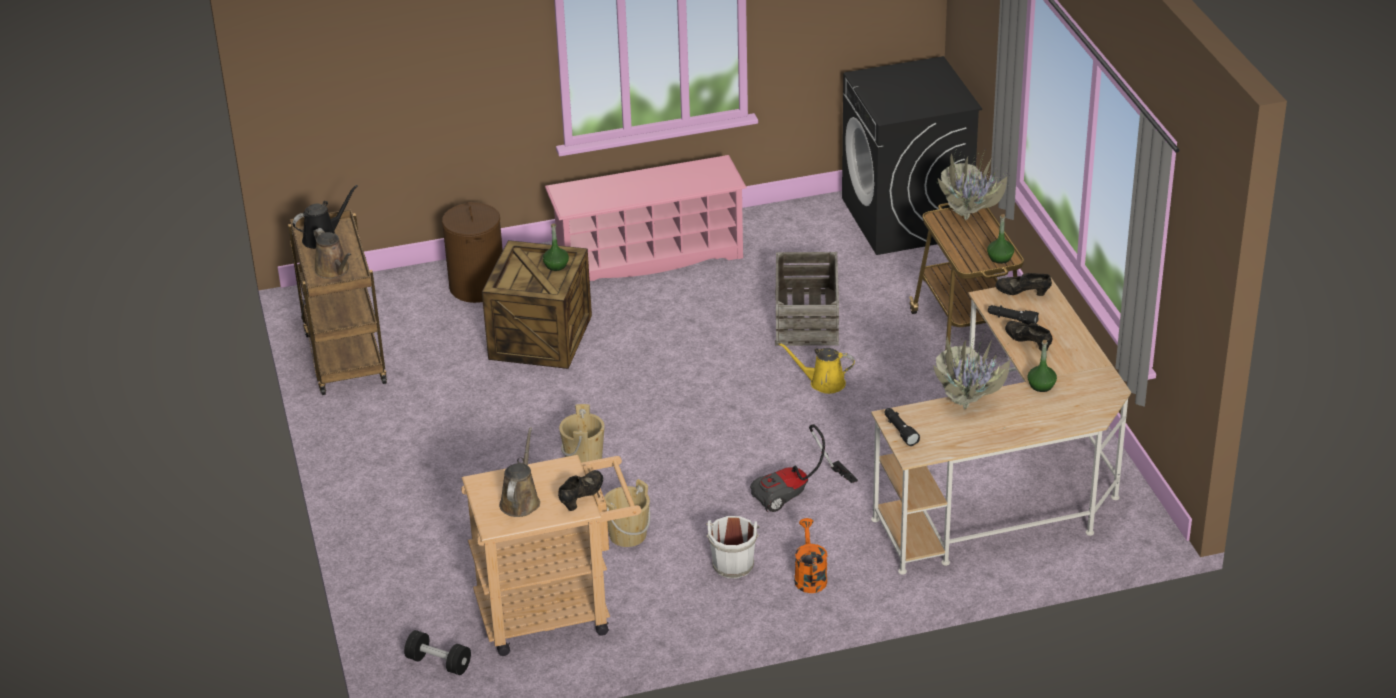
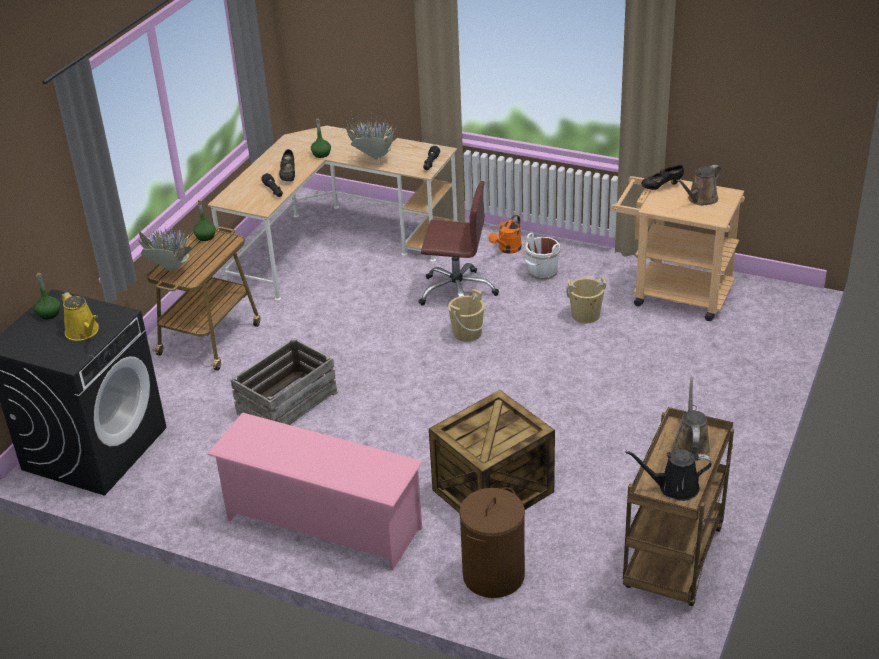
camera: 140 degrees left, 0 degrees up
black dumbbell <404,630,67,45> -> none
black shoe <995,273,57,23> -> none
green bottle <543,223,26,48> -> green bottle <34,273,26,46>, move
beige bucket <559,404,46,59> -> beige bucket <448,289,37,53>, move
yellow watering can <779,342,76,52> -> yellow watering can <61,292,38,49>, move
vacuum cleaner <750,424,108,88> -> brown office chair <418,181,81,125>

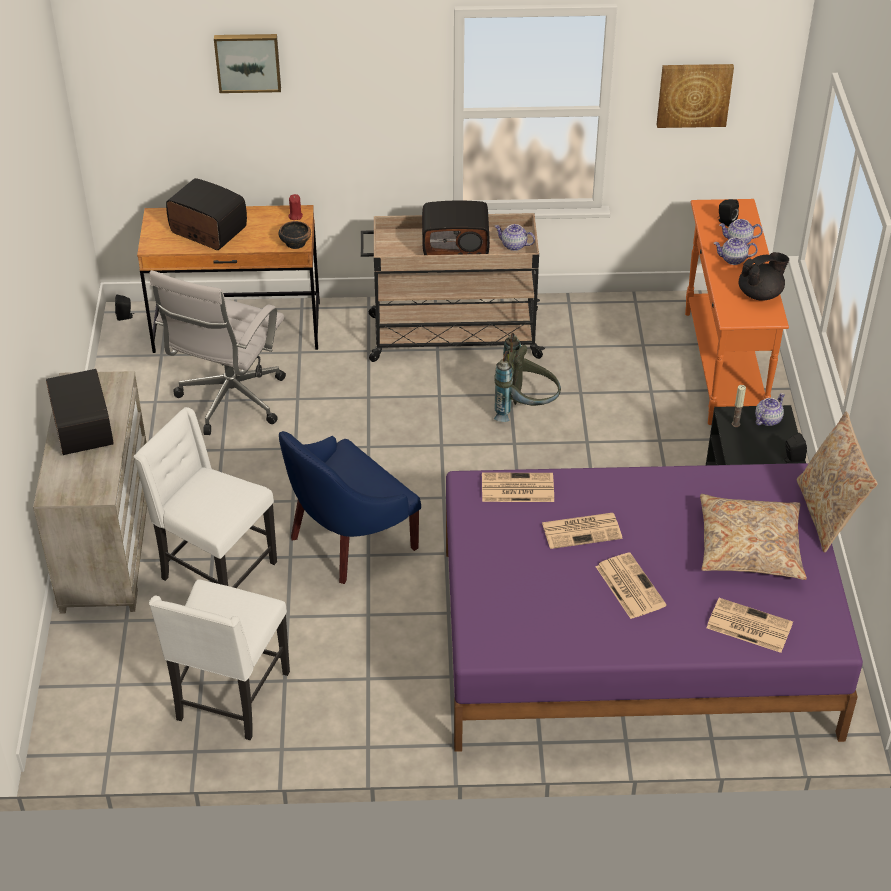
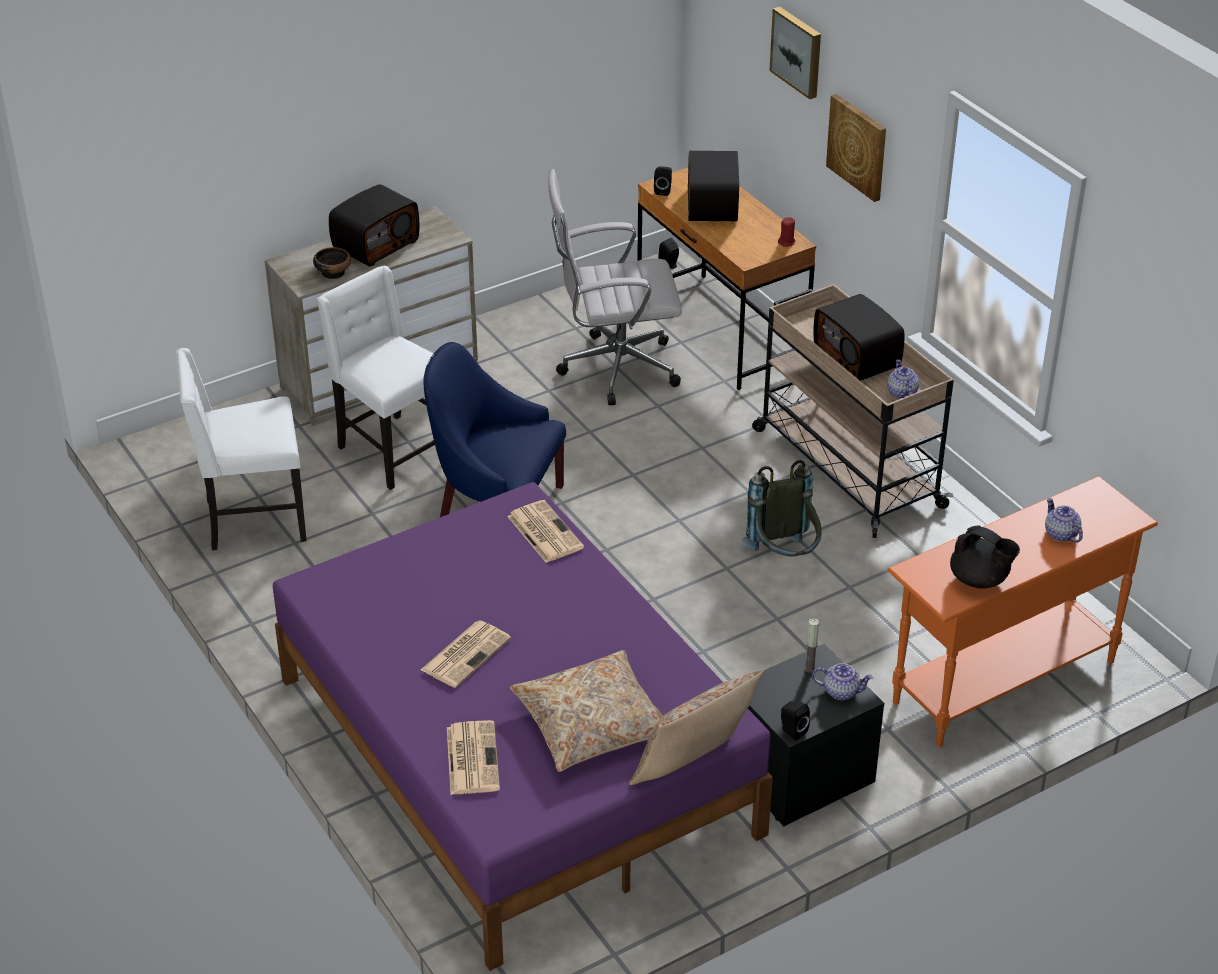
camera: 60 degrees right, 5 degrees down
newspaper <542,513,80,36> -> none
teapot <714,237,44,28> -> none
bowl <279,221,32,28> -> bowl <313,247,38,32>, move
picture <657,64,77,64> -> picture <826,94,60,108>, move
black speaker <717,199,22,28> -> black speaker <654,166,18,30>, move
white chair <134,407,143,181> -> white chair <317,266,118,224>, 45 degrees counterclockwise

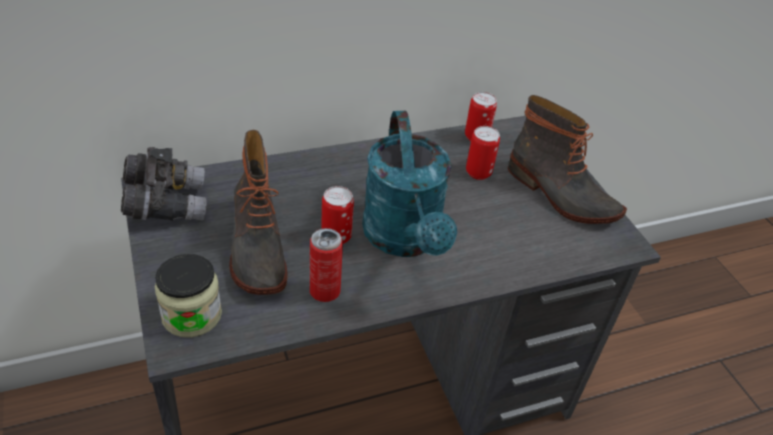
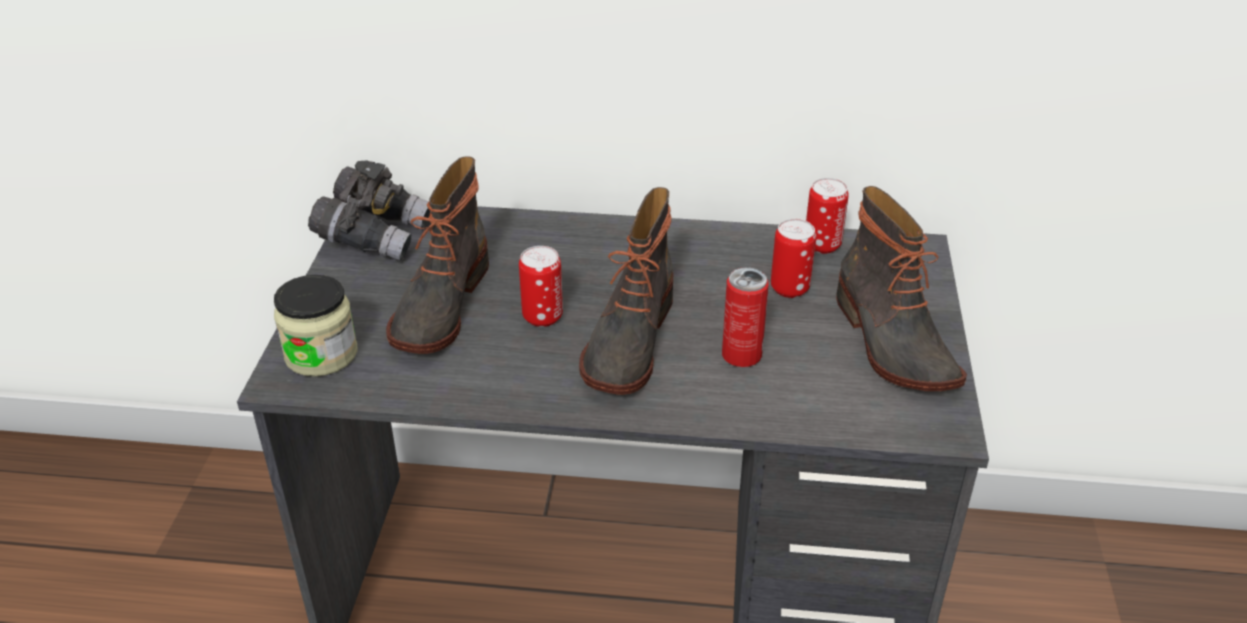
camera: 30 degrees right, 5 degrees down
can <310,228,33,74> -> can <722,267,47,100>, move
turquoise watering can <362,111,95,146> -> boot <579,187,94,208>

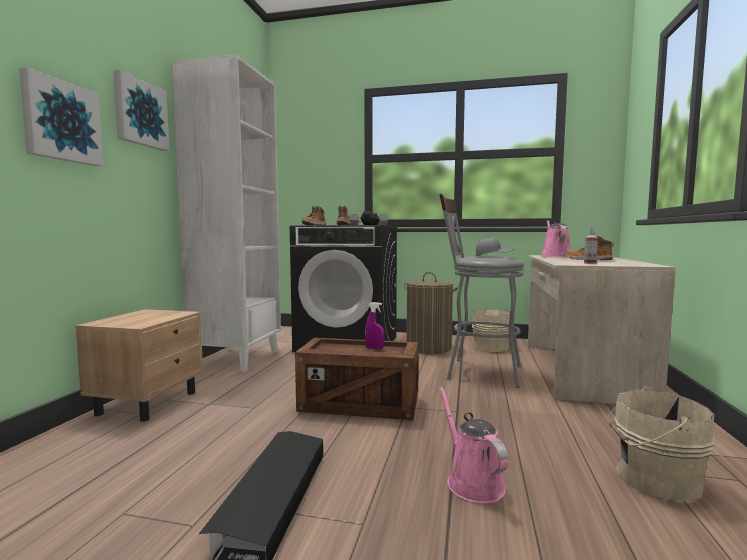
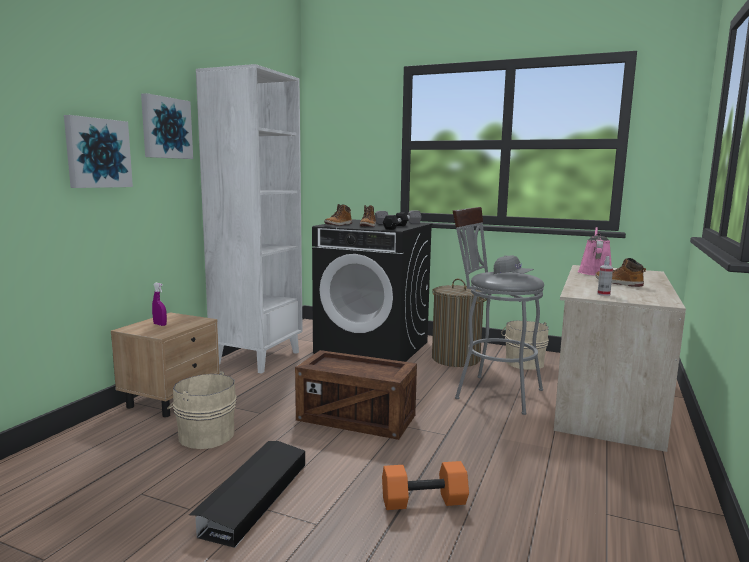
camera: 10 degrees right, 5 degrees up
purple spray bottle <365,302,20,48> -> purple spray bottle <152,283,15,43>, move
beige bucket <607,386,108,115> -> beige bucket <167,371,70,78>, move
pink watering can <439,386,70,118> -> orange dumbbell <382,461,87,49>

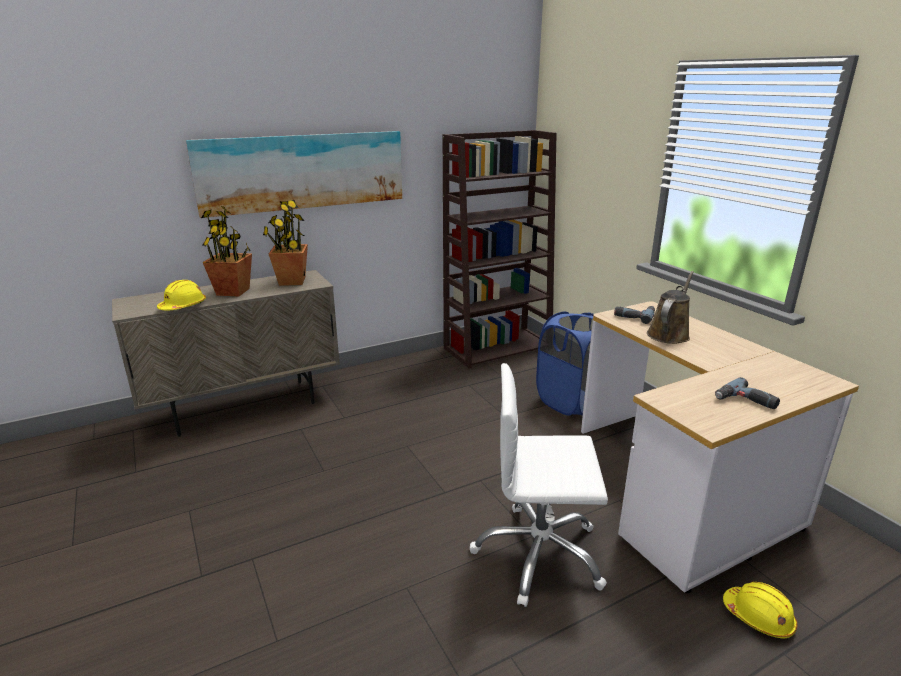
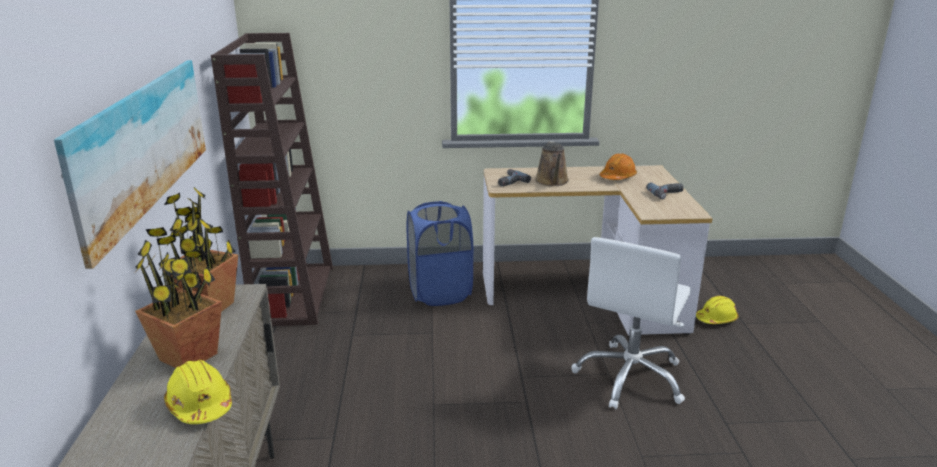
camera: 65 degrees left, 0 degrees up
none -> orange hard hat <600,154,37,26>
brown watering can <647,271,47,73> -> brown watering can <535,141,34,45>, 150 degrees counterclockwise

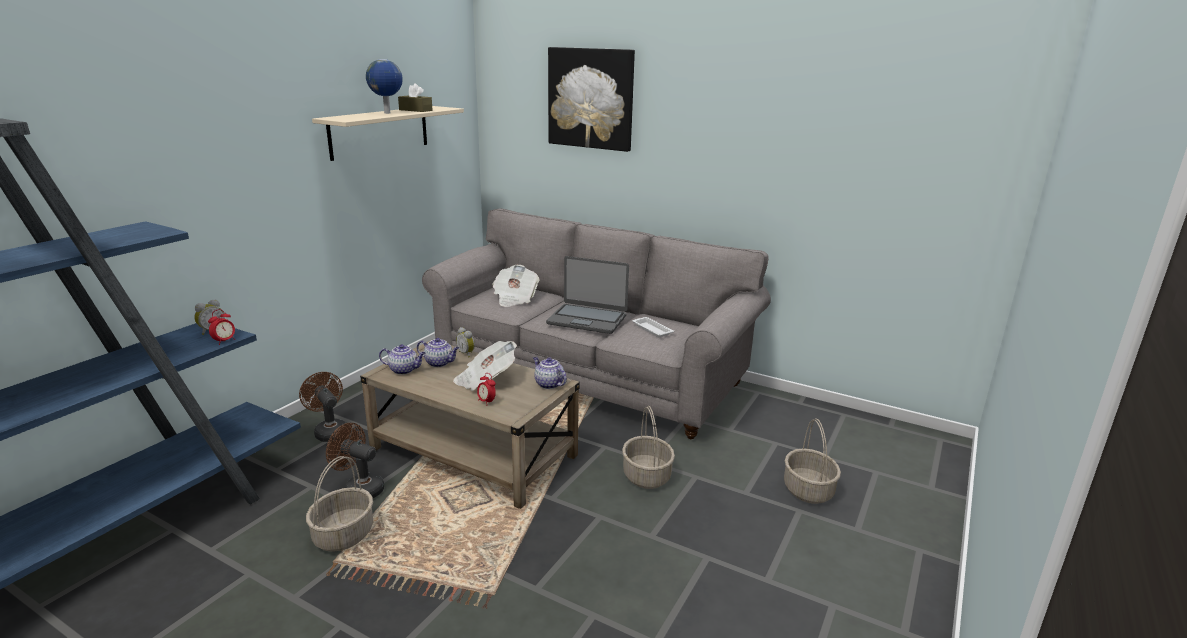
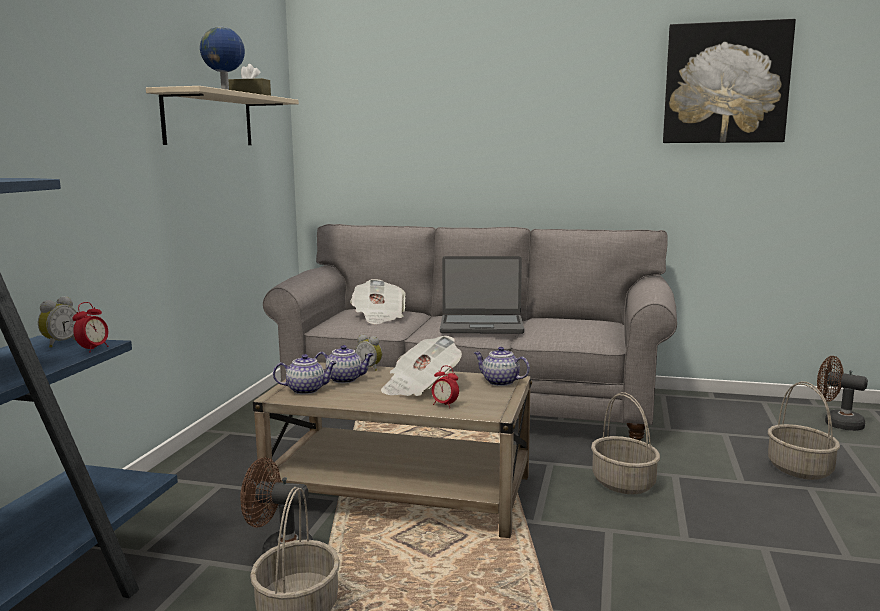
camera: 15 degrees left, 10 degrees down
white tray <632,317,42,20> -> none
brown fan <299,372,47,70> -> brown fan <817,356,51,75>, move
picture <548,47,87,105> -> picture <663,19,133,124>, move

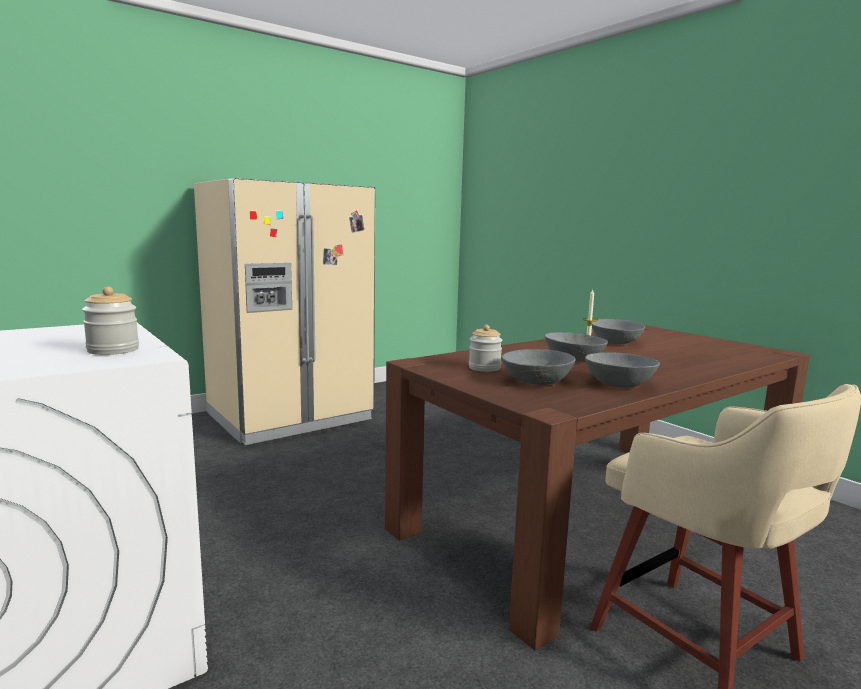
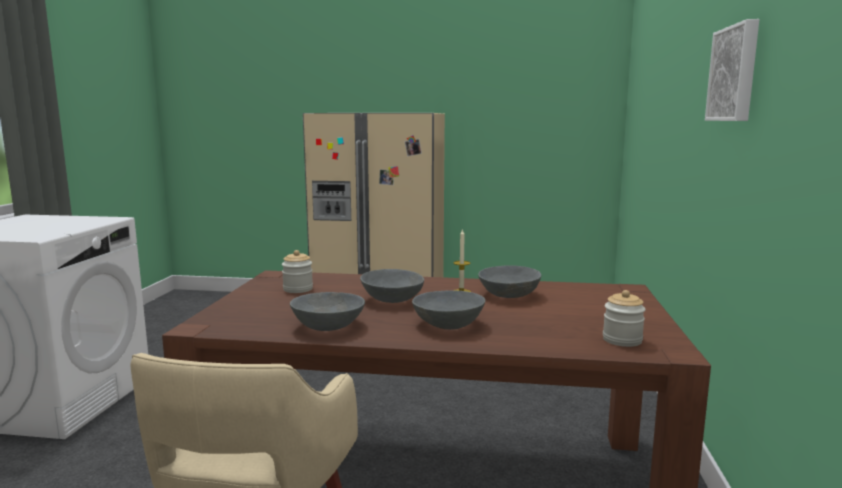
camera: 45 degrees right, 0 degrees up
none -> picture <705,19,54,102>
jar <82,287,57,68> -> jar <603,290,43,57>, move
grey bowl <502,349,74,36> -> grey bowl <412,290,74,40>, move

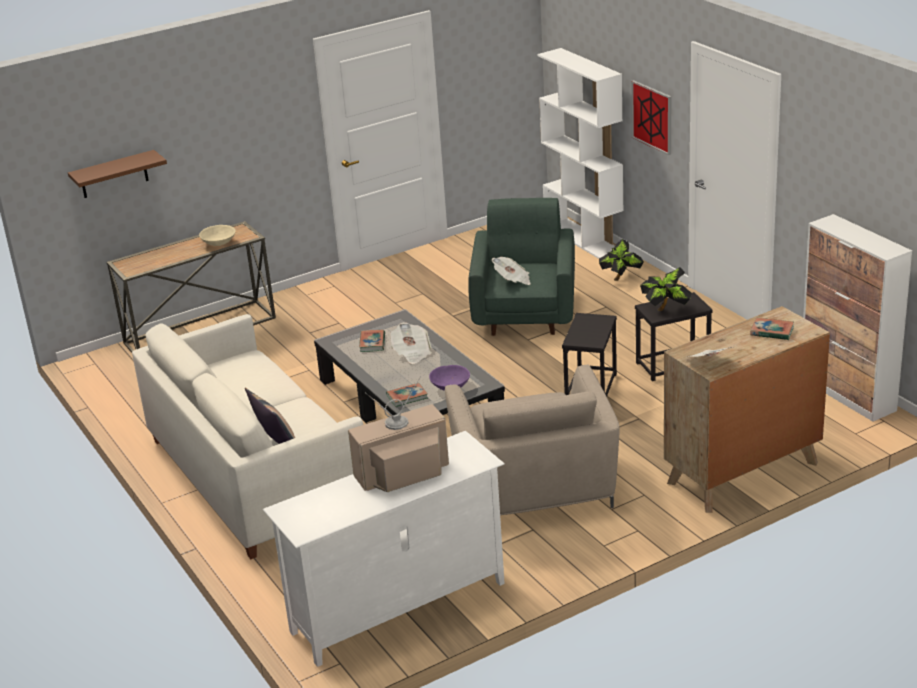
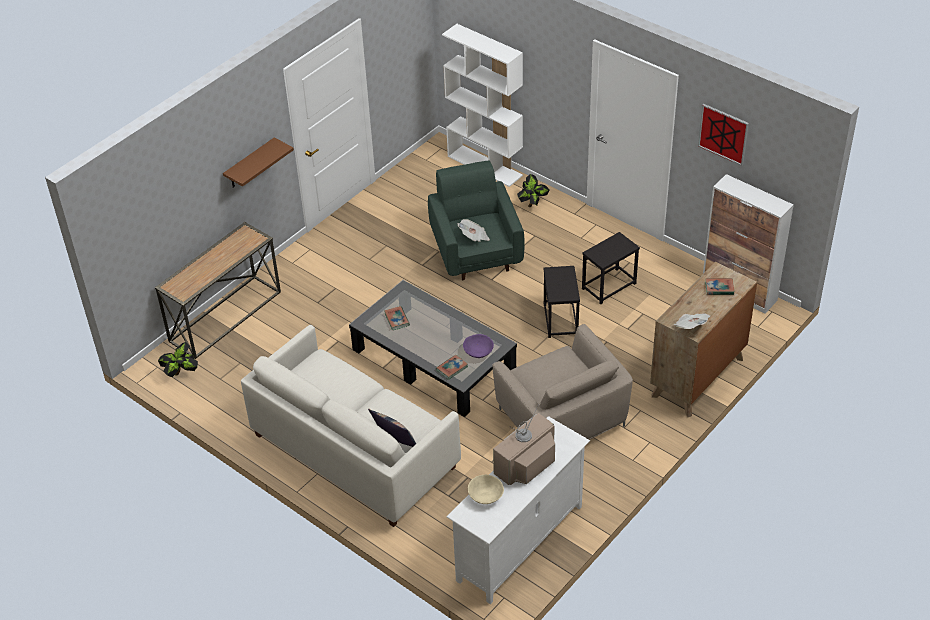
camera: 20 degrees left, 15 degrees up
newspaper <390,322,42,42> -> none
brown shelf <68,150,99,48> -> brown shelf <223,137,71,51>, move
beige bowl <199,225,36,21> -> beige bowl <468,475,36,29>, move
picture <631,80,40,75> -> picture <698,104,51,62>, move
potted plant <640,267,51,44> -> potted plant <158,342,40,35>, move

